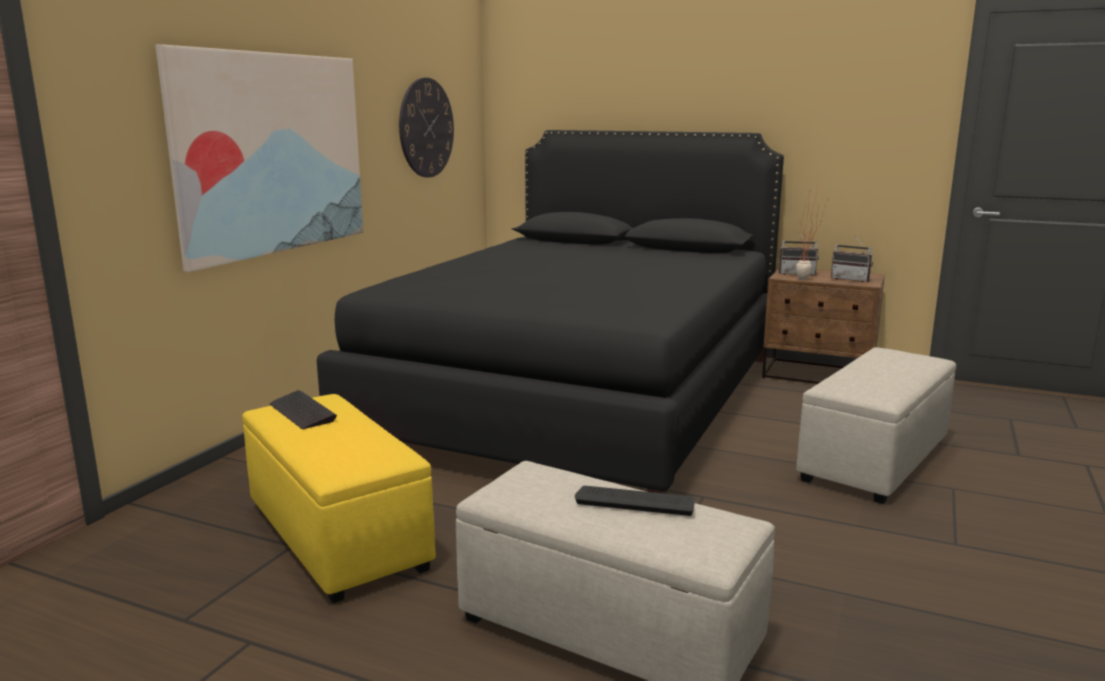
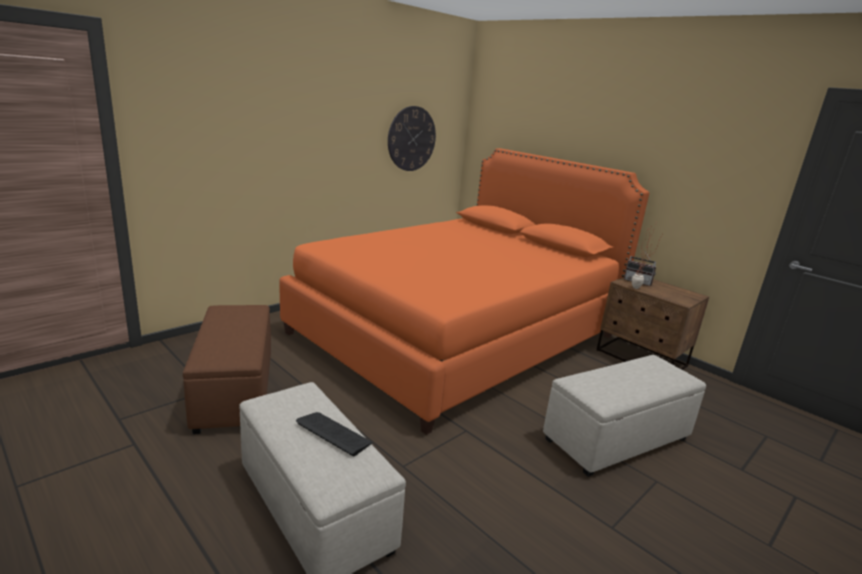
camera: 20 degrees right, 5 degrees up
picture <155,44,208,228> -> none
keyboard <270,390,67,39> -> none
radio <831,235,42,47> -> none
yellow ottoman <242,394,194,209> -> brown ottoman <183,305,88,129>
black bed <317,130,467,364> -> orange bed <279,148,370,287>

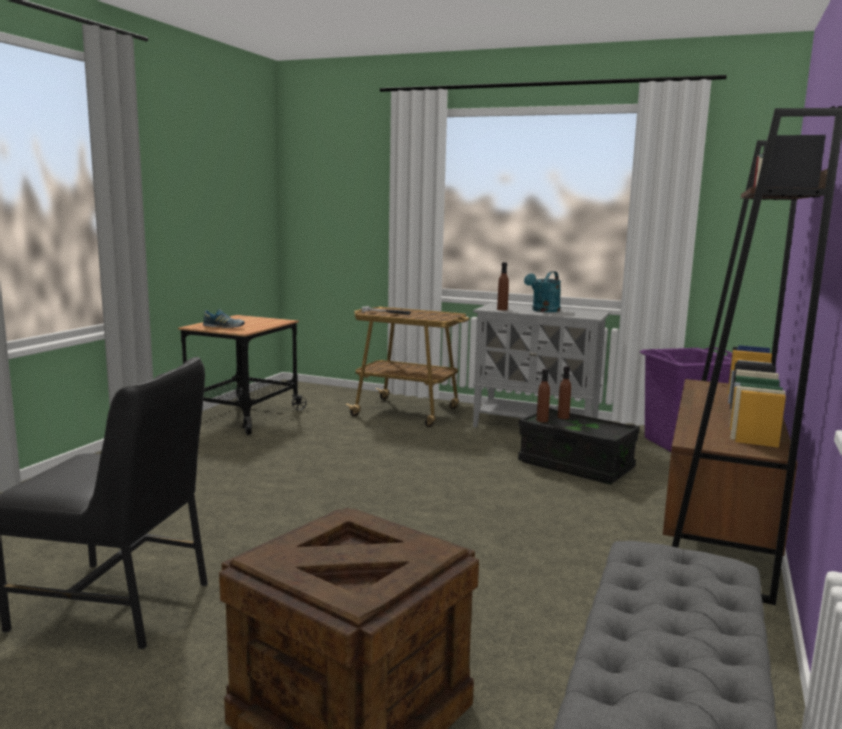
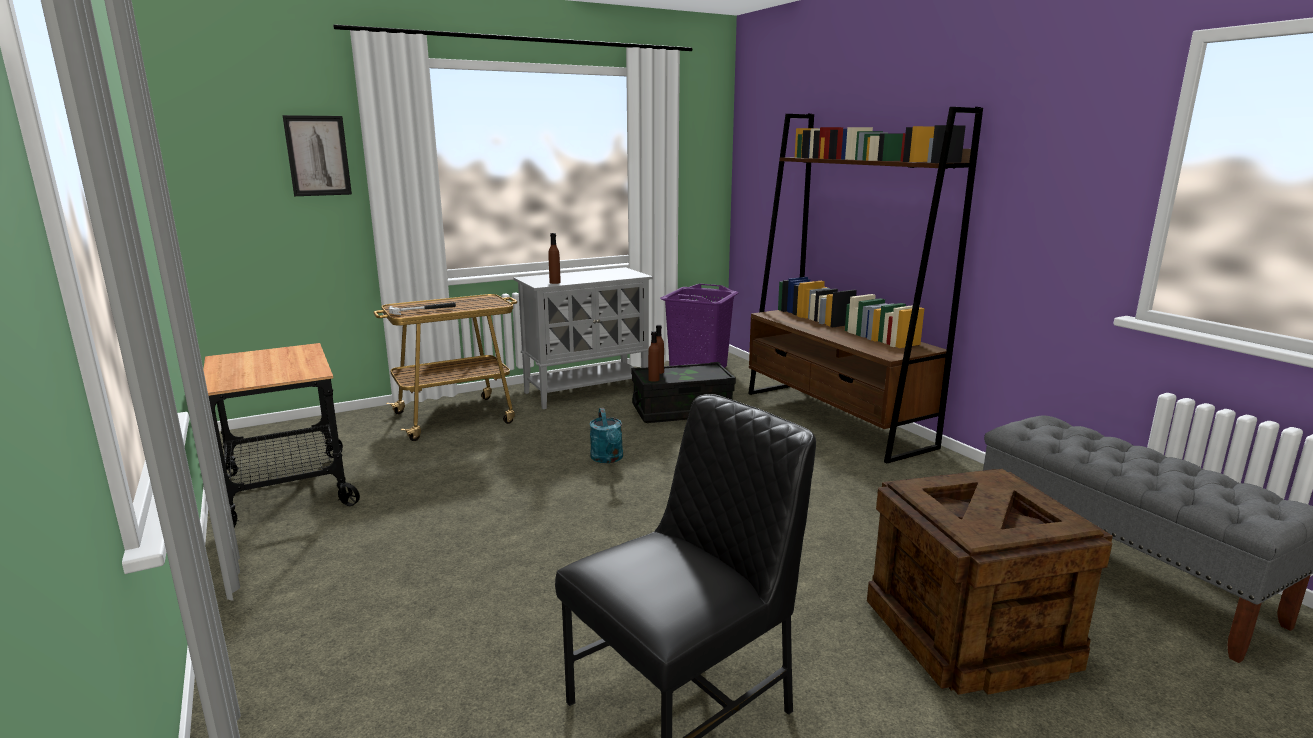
camera: 50 degrees left, 5 degrees up
shoe <203,309,42,19> -> none
none -> picture <283,115,69,81>
turquoise watering can <524,271,37,41> -> turquoise watering can <590,408,33,55>, move

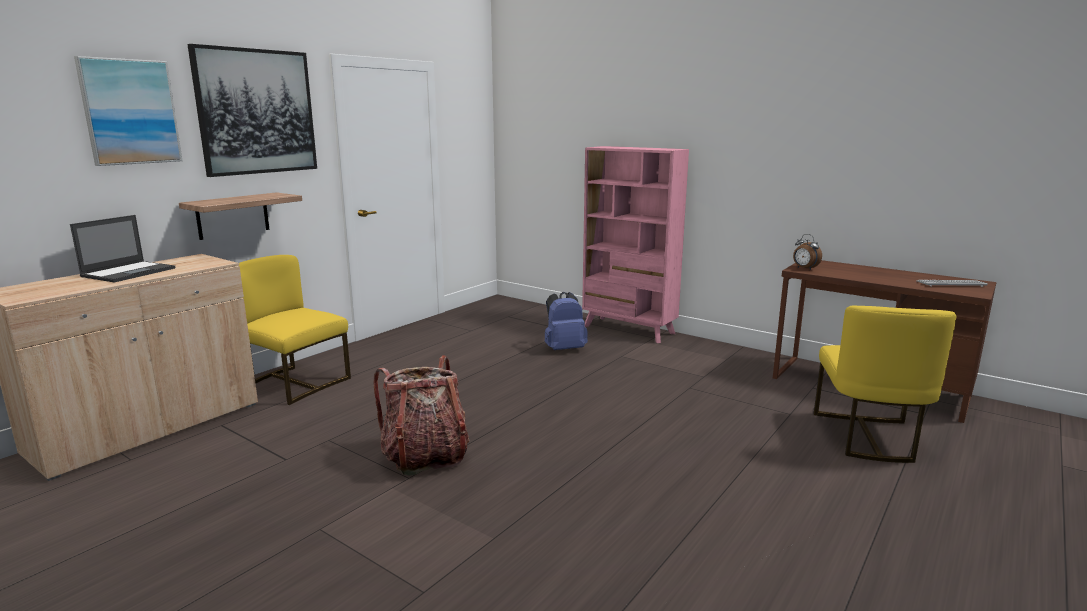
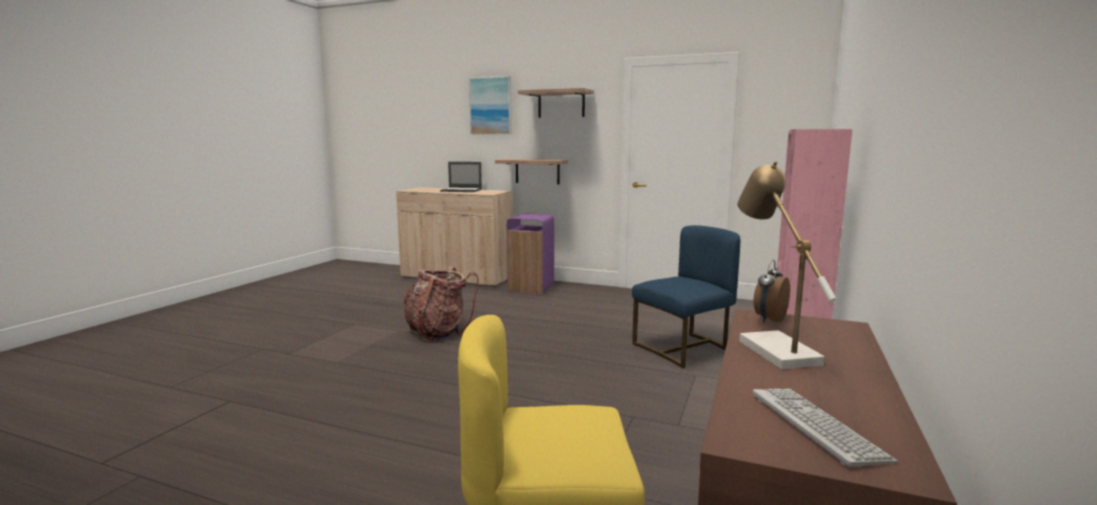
camera: 75 degrees right, 5 degrees down
none -> table lamp <737,161,100,208>
picture <187,44,130,133> -> shelf <518,88,76,30>
yellow chair <239,255,112,150> -> purple trash can <507,214,47,80>
blue backpack <545,291,43,59> -> blue chair <632,225,108,143>

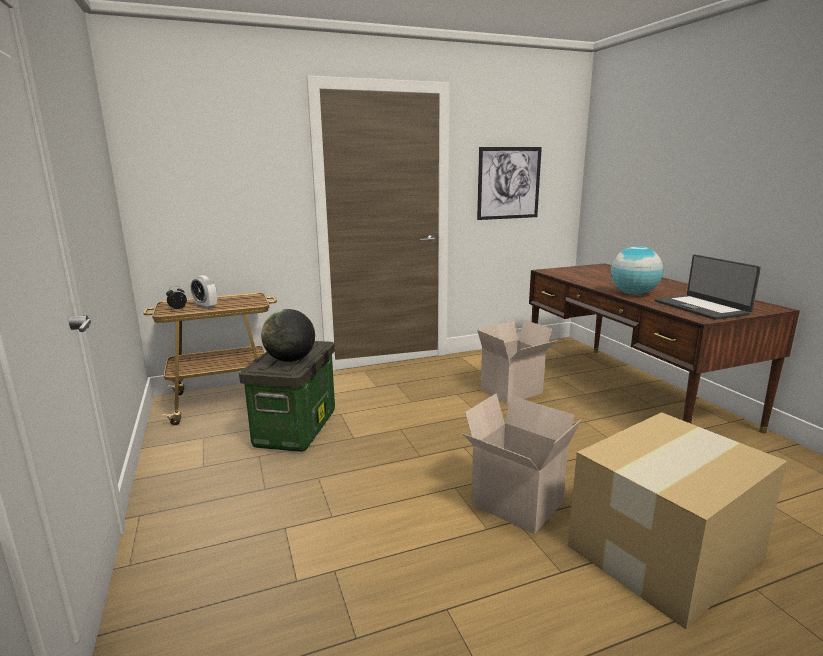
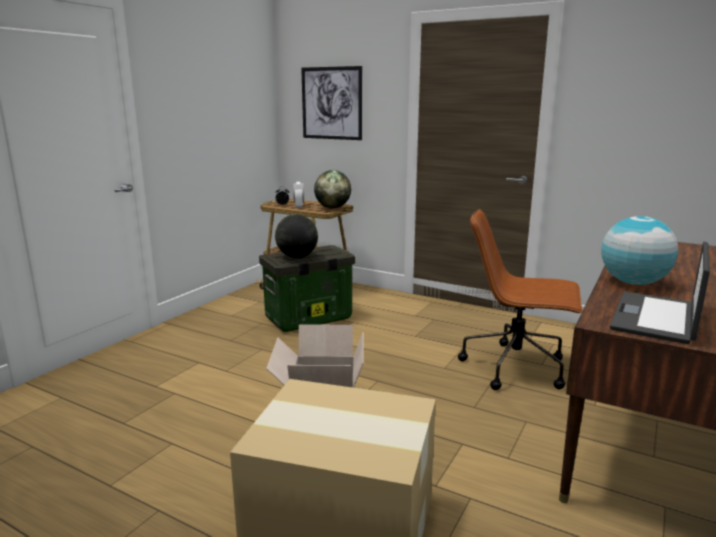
camera: 50 degrees right, 0 degrees up
none -> globe <314,170,37,38>
picture <477,147,65,73> -> picture <301,66,61,74>, move
cardboard box <477,320,80,84> -> brown office chair <458,209,125,181>

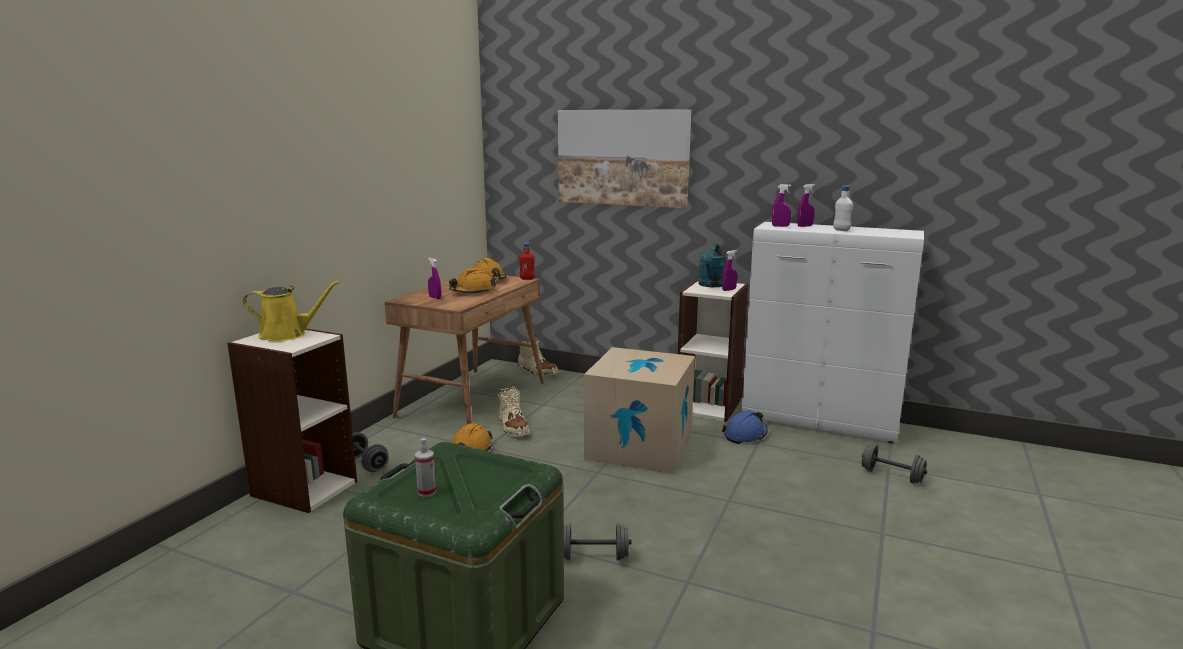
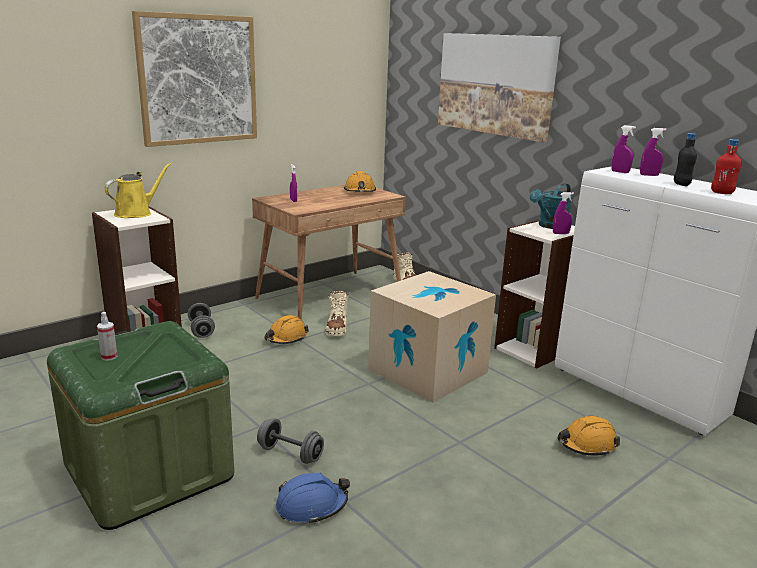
camera: 25 degrees right, 5 degrees up
grey dumbbell <862,444,65,40> -> none
none -> picture <132,11,125,136>
orange hard hat <449,268,47,25> -> orange hard hat <558,416,62,40>, move
red bottle <519,243,16,37> -> red bottle <711,139,31,55>, move
blue hard hat <722,410,46,34> -> blue hard hat <276,473,74,51>, move
white bottle <833,186,20,45> -> black bottle <674,133,23,53>
yellow watering can <243,281,97,60> -> yellow watering can <104,163,67,55>, 75 degrees counterclockwise

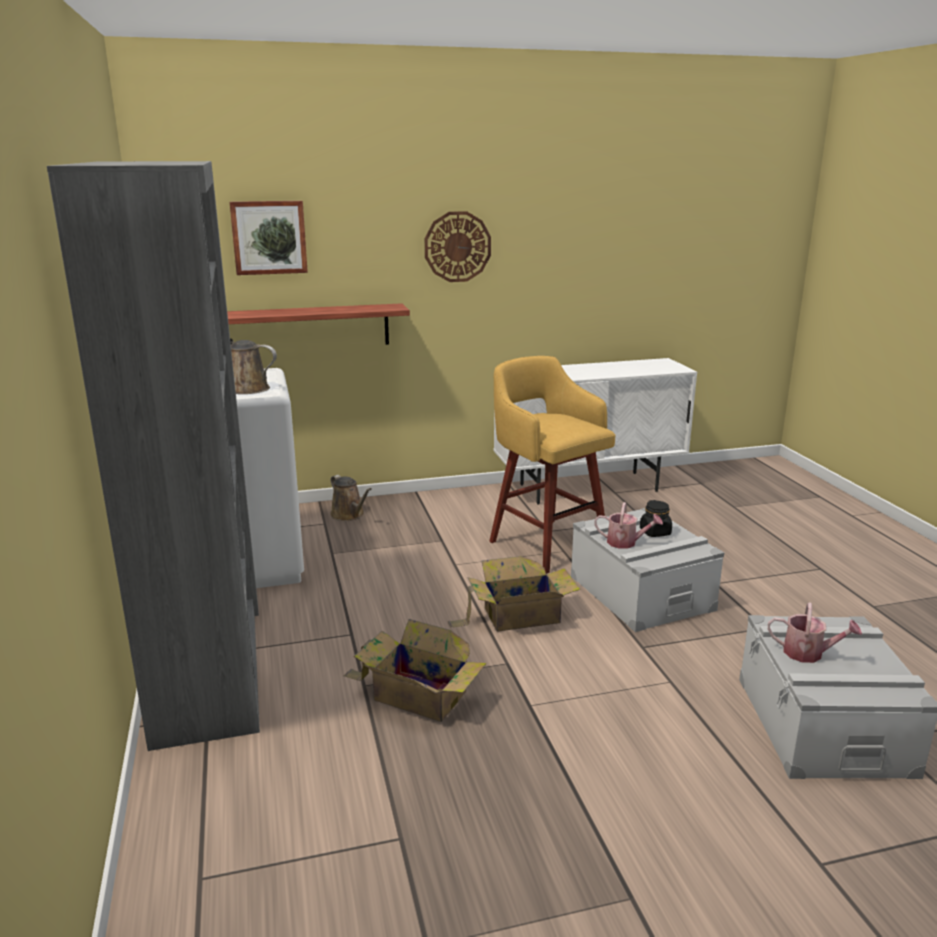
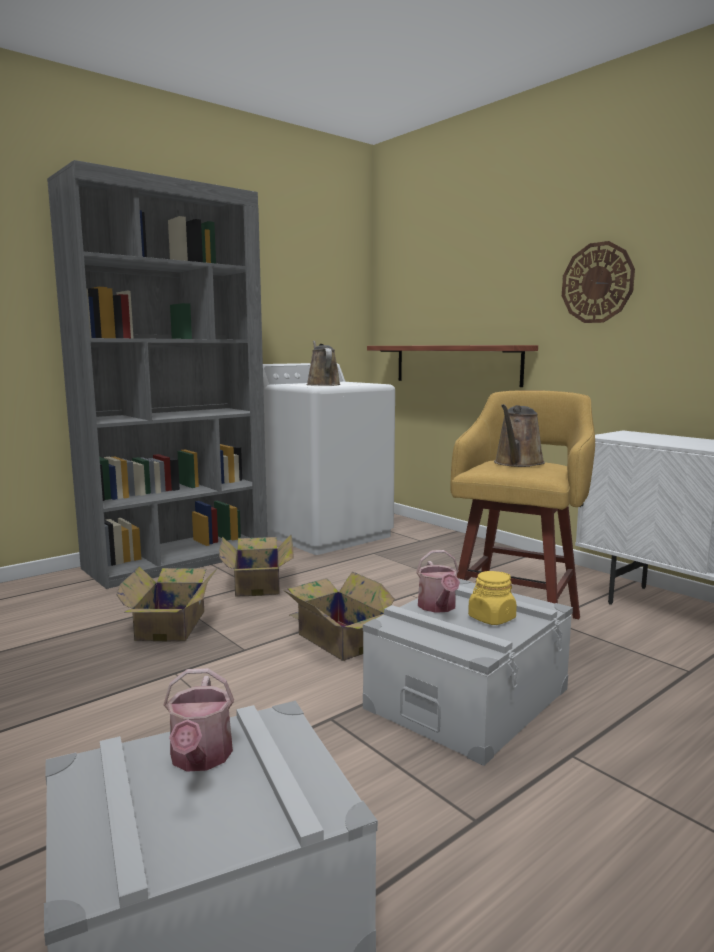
camera: 65 degrees right, 10 degrees down
picture <229,201,79,74> -> none
none -> cardboard box <219,534,75,63>
brown watering can <330,475,42,46> -> brown watering can <494,404,51,63>, move
black jar <640,500,32,37> -> yellow jar <468,571,49,54>

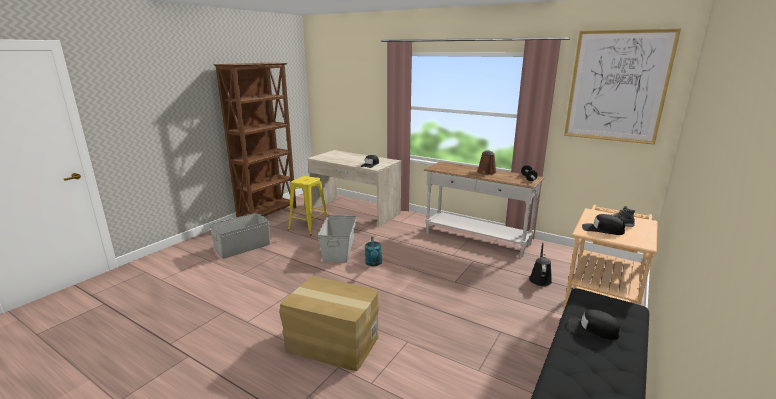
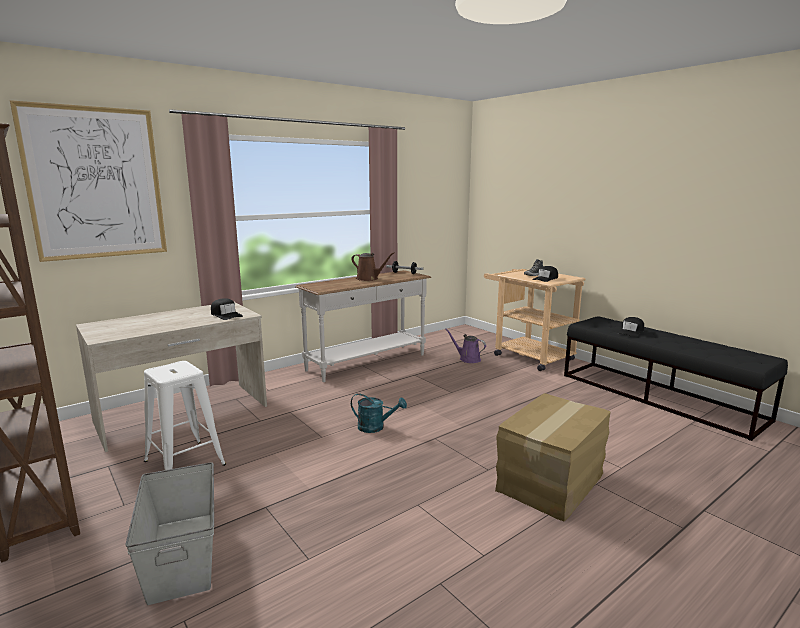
camera: 70 degrees left, 5 degrees down
grey storage box <318,215,38,47> -> none
picture <564,29,117,116> -> picture <10,100,157,162>, move
yellow stool <288,176,40,59> -> white stool <144,361,82,109>
black watering can <529,243,23,43> -> purple watering can <445,328,41,35>

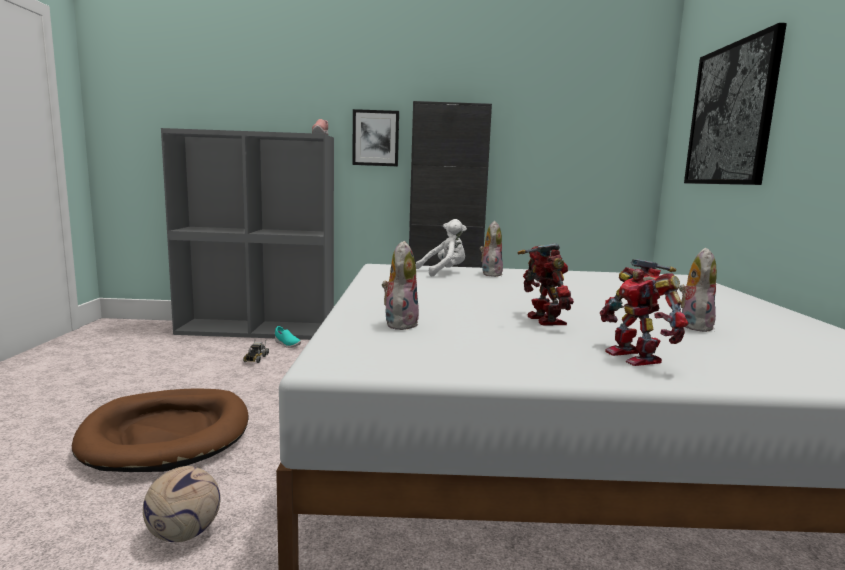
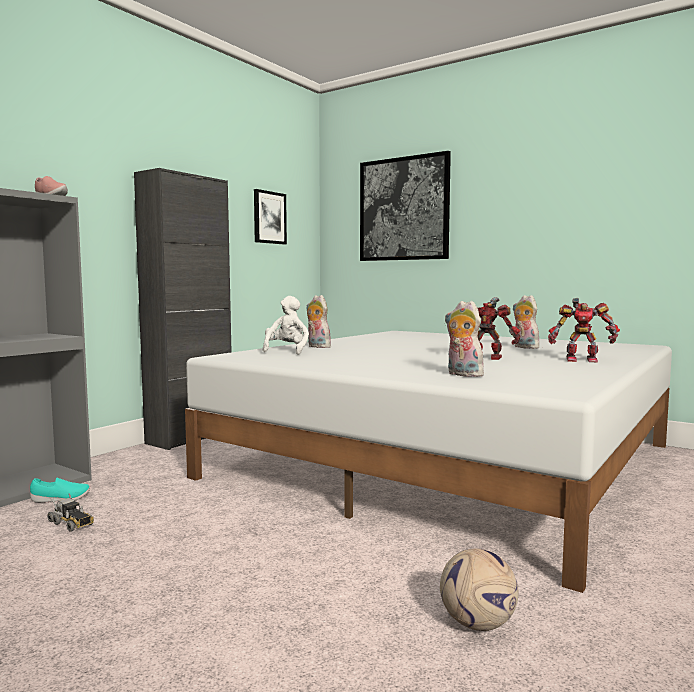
camera: 55 degrees left, 5 degrees down
brown dog bed <72,388,177,84> -> none
picture <352,109,47,57> -> picture <254,189,33,56>, move

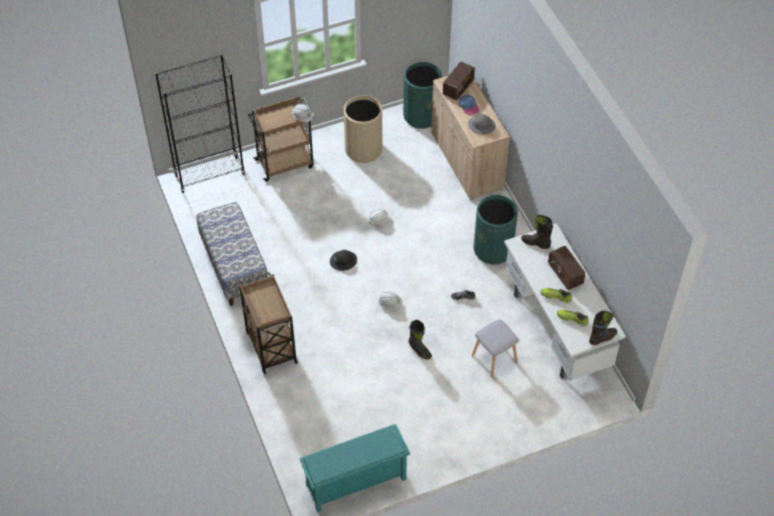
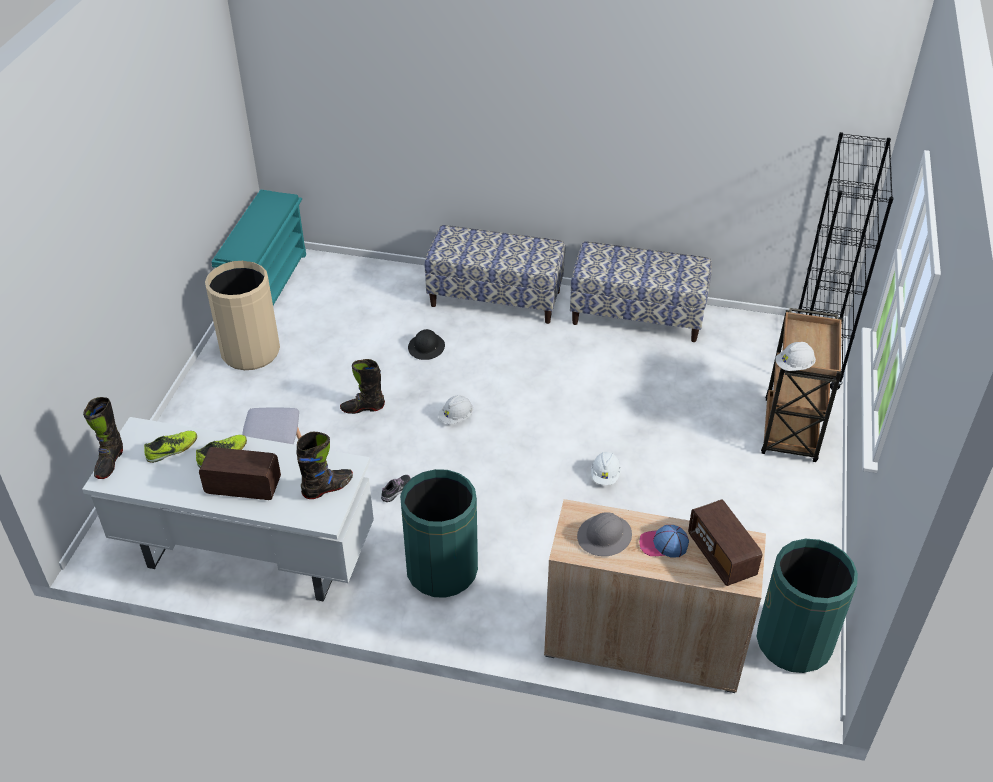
camera: 125 degrees right, 10 degrees down
black hard hat <330,250,27,21> -> black hard hat <408,329,37,31>, move
beige trash can <344,95,38,68> -> beige trash can <205,261,75,109>, move
brown cart <239,272,59,103> -> bench <425,225,140,99>

